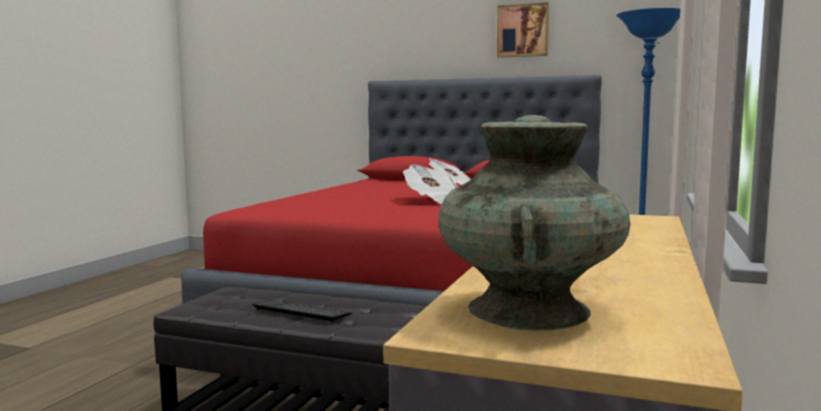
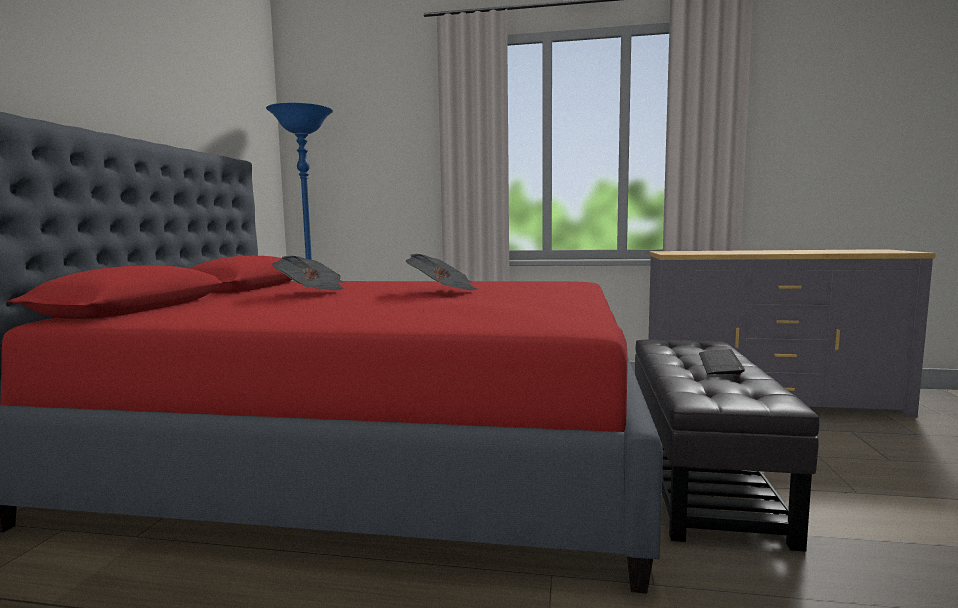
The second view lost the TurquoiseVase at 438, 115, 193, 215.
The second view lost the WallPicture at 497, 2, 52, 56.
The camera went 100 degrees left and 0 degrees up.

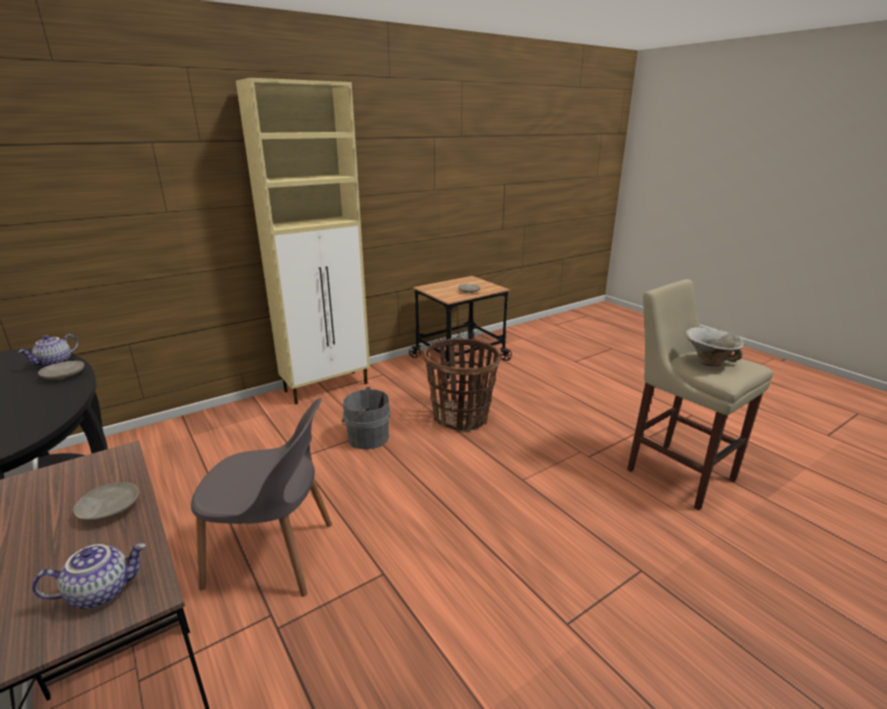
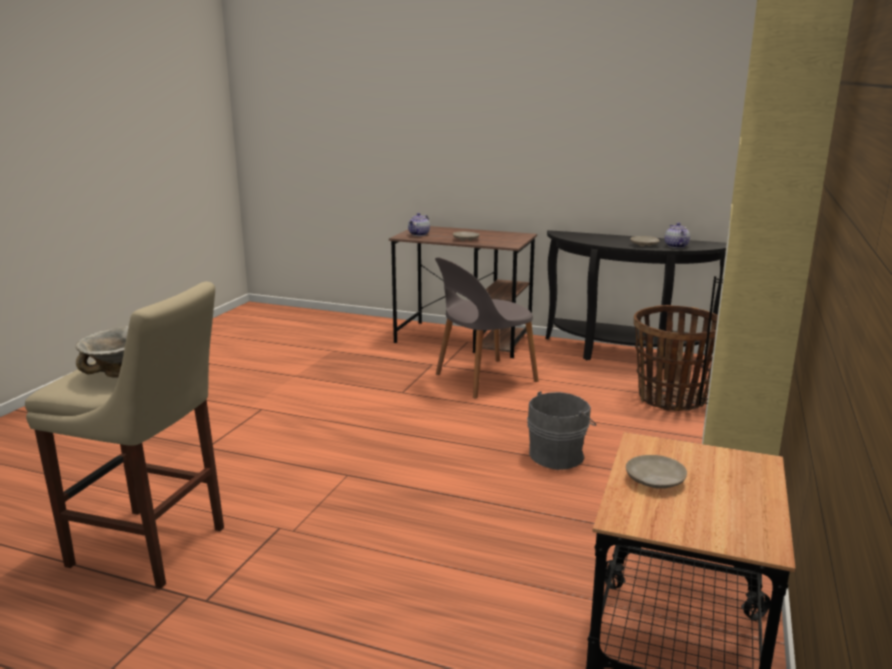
The StorageBasket ended up elsewhere, having gone from 424, 338, 76, 93 to 634, 305, 84, 106.
The camera went 145 degrees right and 5 degrees down.

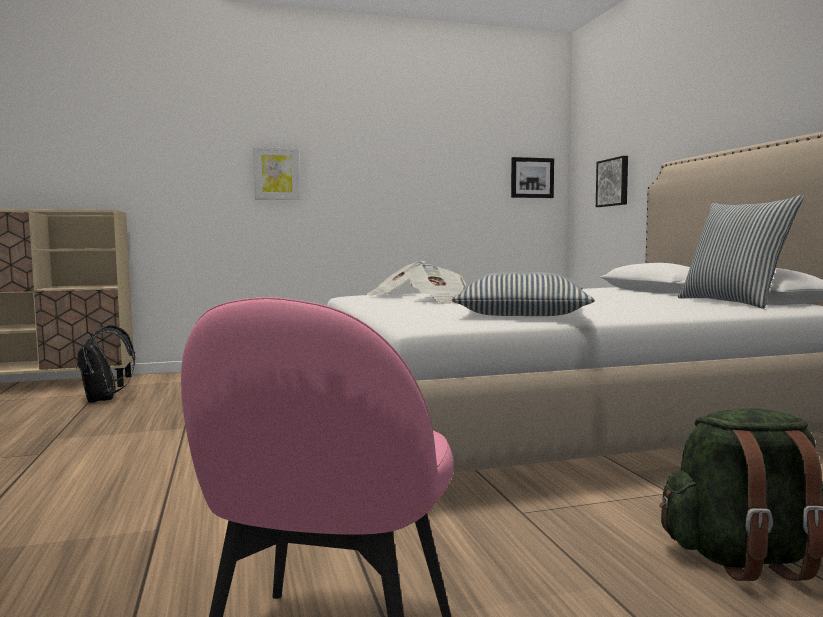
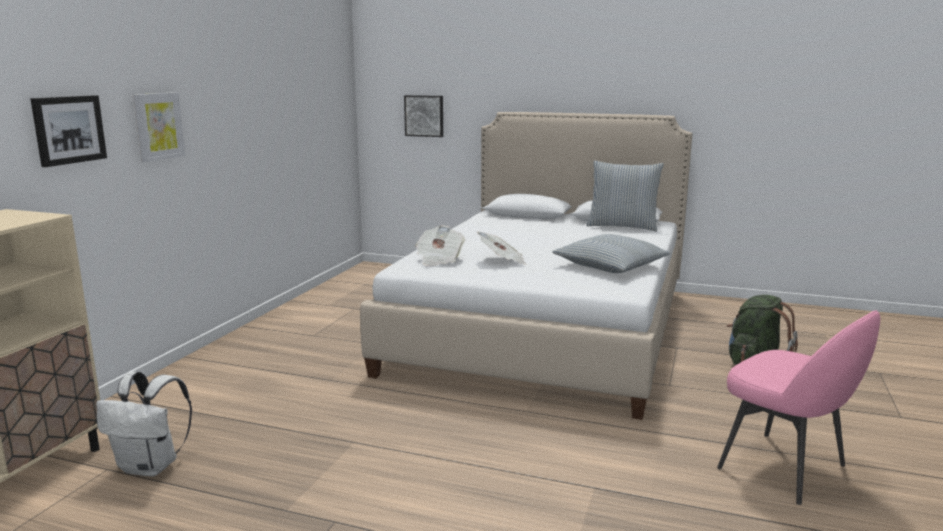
What was the BlackRucksack at 76, 325, 59, 78 turned into the WhiteColouredRucksack at 96, 372, 96, 105.
The WallPicture ended up elsewhere, having gone from 511, 157, 43, 41 to 30, 95, 77, 72.
The camera went 55 degrees left and 10 degrees up.

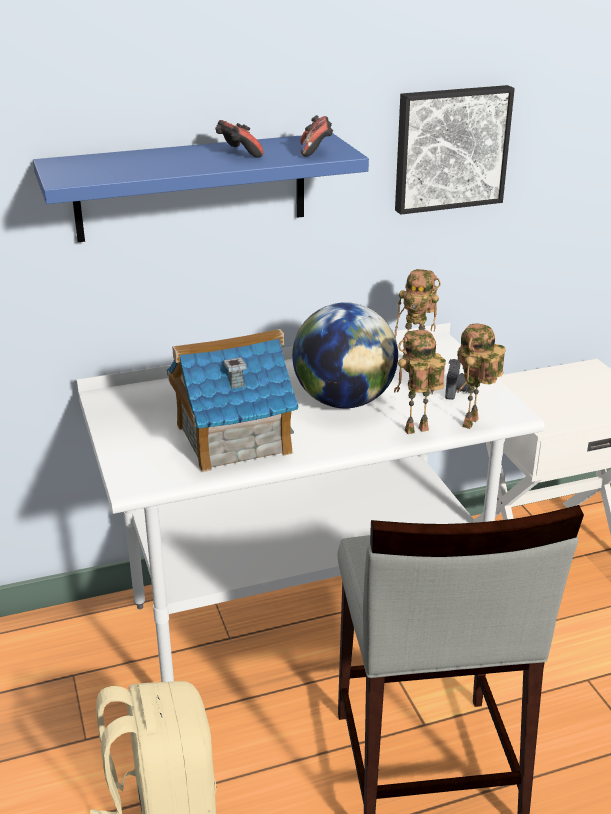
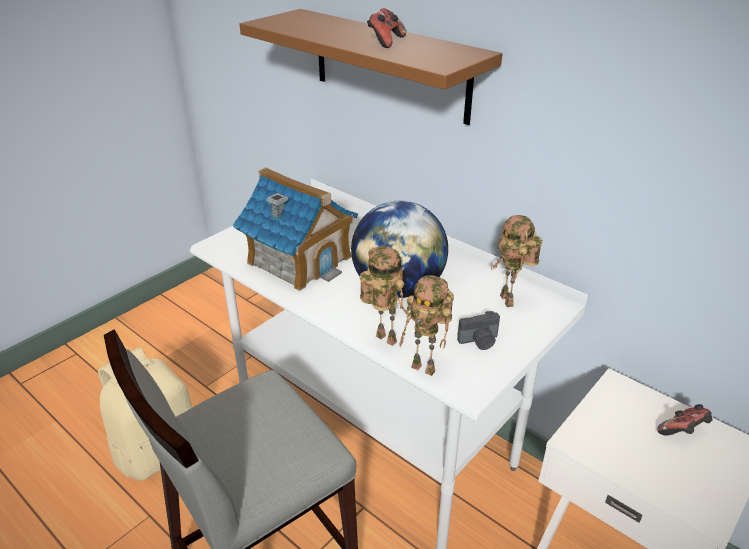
What was the BluishWallShelf at 33, 133, 336, 109 turned into the BrownishWallShelf at 239, 9, 263, 116.
The GameController ended up elsewhere, having gone from 300, 115, 33, 42 to 657, 404, 56, 31.
The second view lost the WallPicture at 395, 85, 120, 130.
The ToyRobot at 457, 323, 49, 106 ended up facing another way, 150 degrees counterclockwise from before.
The camera went 60 degrees right and 5 degrees up.

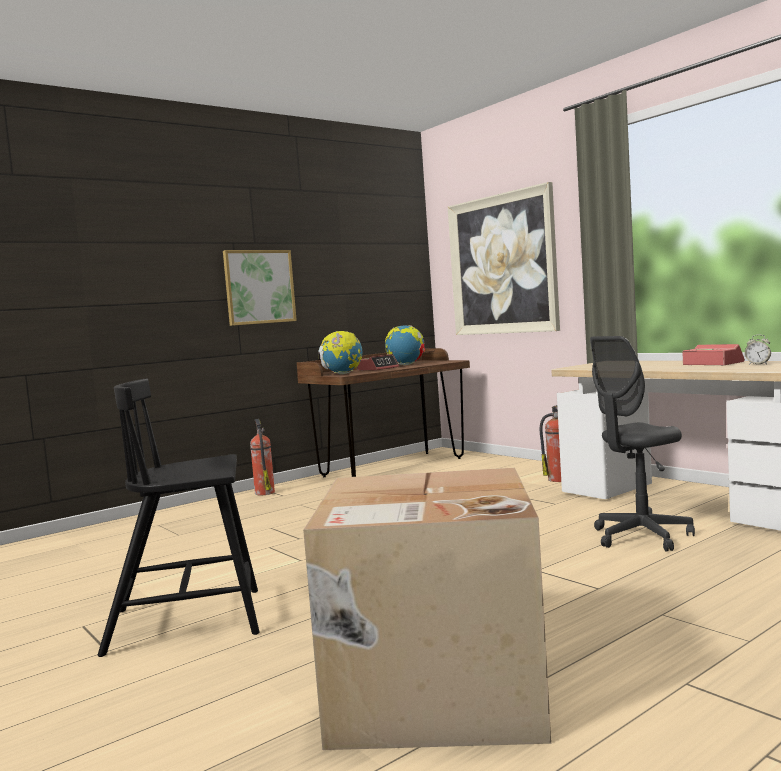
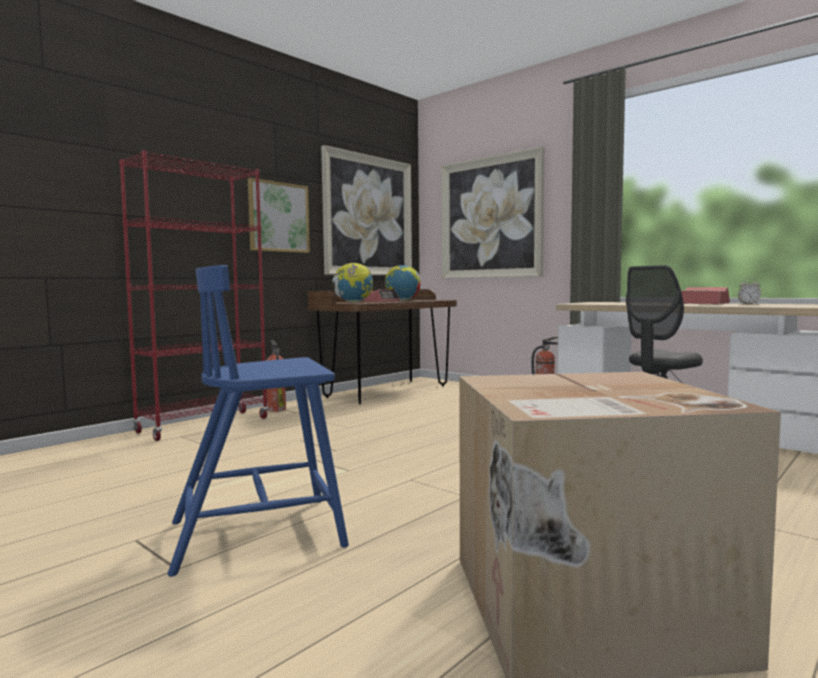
What was the BlackPlainChair at 98, 378, 161, 279 turned into the BluishPlainChair at 168, 265, 181, 312.
The second view gained the ReddishShelvingUnit at 119, 150, 149, 291.
The second view gained the WallPicture at 321, 145, 91, 130.
The camera went 10 degrees left and 0 degrees up.

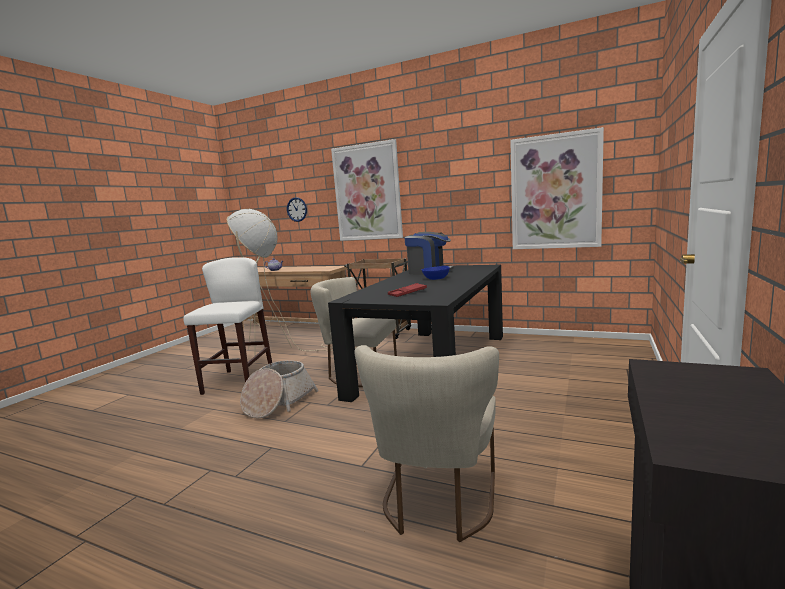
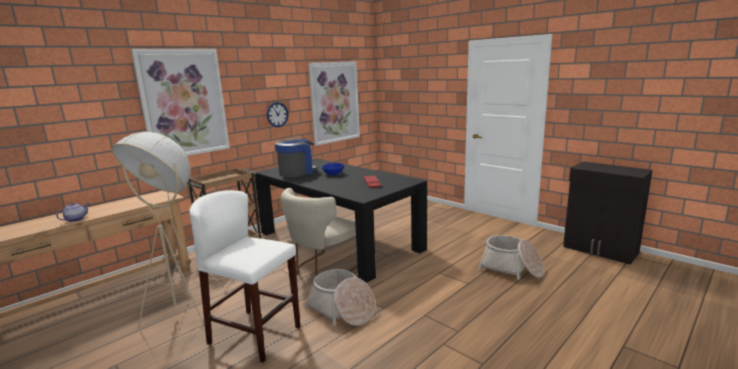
The HangingClock ended up elsewhere, having gone from 287, 197, 20, 25 to 267, 102, 21, 25.
Where the BeigePlainChair stood at 354, 345, 145, 197, the StorageBasket came to stand at 478, 235, 66, 45.
The camera went 70 degrees left and 5 degrees up.

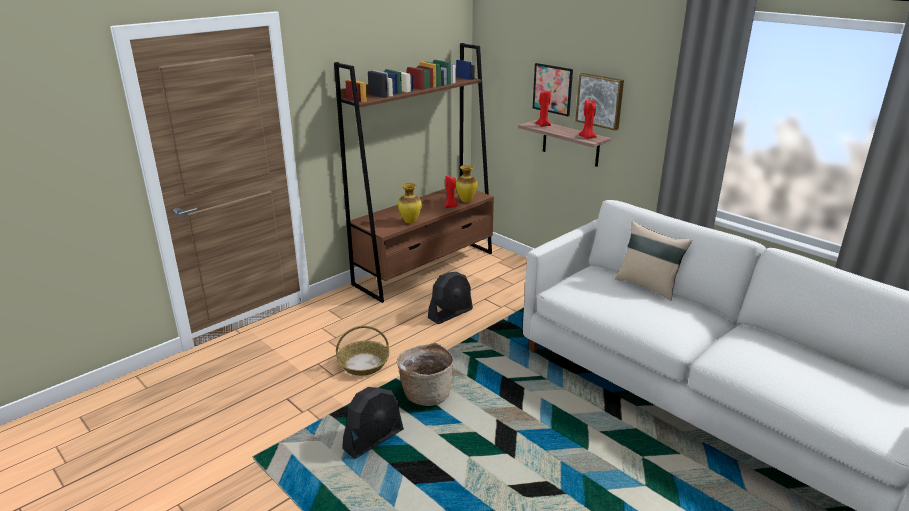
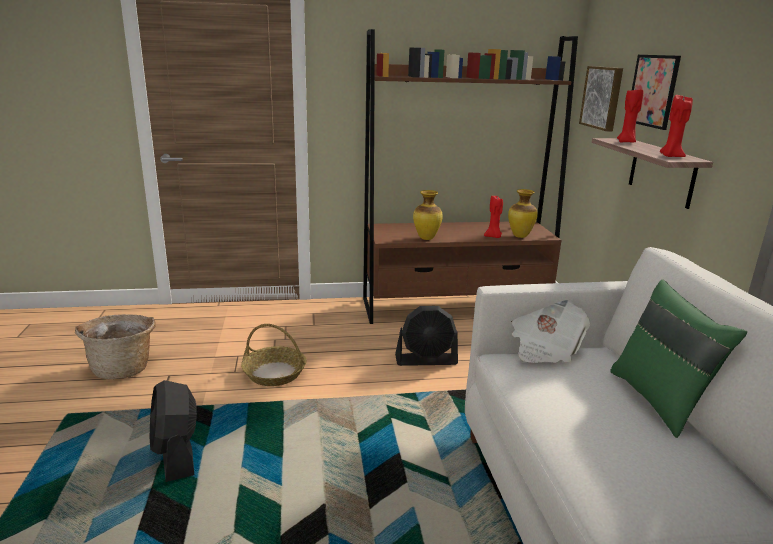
The BlackCoolingFan at 342, 387, 62, 72 ended up facing another way, 75 degrees clockwise from before.
The StorageBasket ended up elsewhere, having gone from 397, 343, 57, 63 to 75, 314, 81, 65.
The WallPicture ended up elsewhere, having gone from 575, 73, 49, 57 to 579, 66, 44, 65.
What was the BeigeCushion at 615, 221, 77, 80 turned into the GreenCushion at 610, 279, 137, 159.
The second view gained the Newspaper at 511, 300, 79, 63.
The camera went 35 degrees right and 5 degrees down.

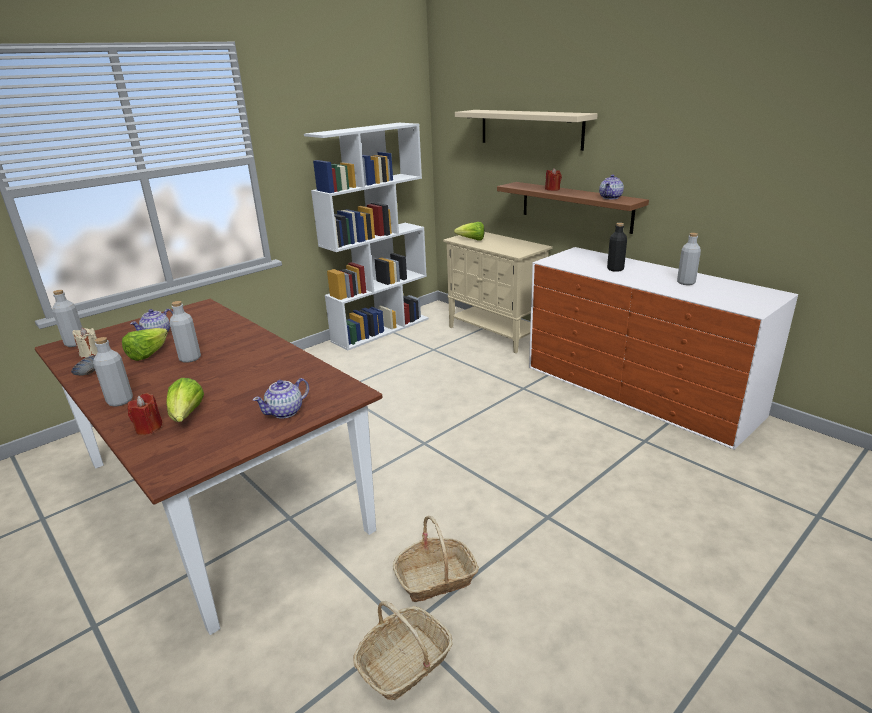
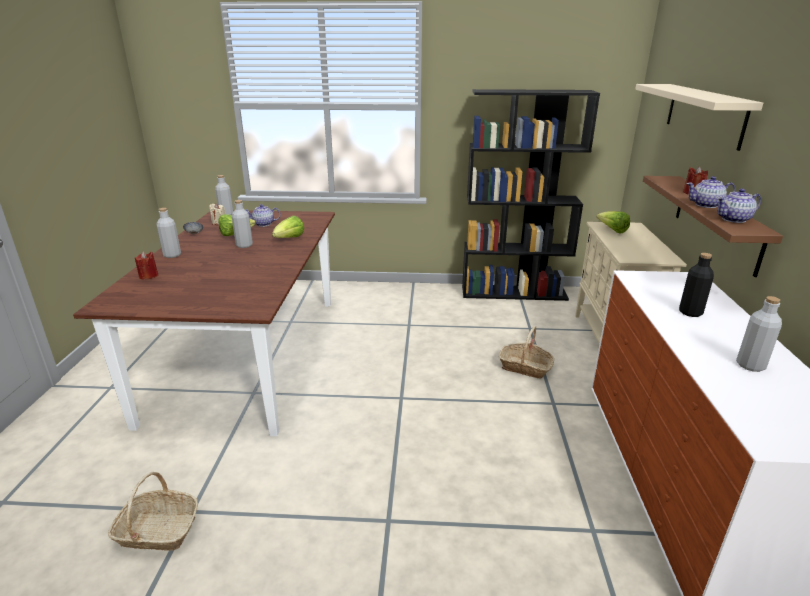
The LettuceHead ended up elsewhere, having gone from 166, 378, 38, 44 to 272, 216, 32, 22.
The PotForTea ended up elsewhere, having gone from 253, 378, 56, 41 to 686, 176, 50, 32.
What was the WhiteColouredShelvingUnit at 304, 123, 125, 228 turned into the BlackShelvingUnit at 462, 89, 138, 212.
The StorageBasket ended up elsewhere, having gone from 393, 516, 86, 86 to 499, 326, 55, 53.
The camera went 45 degrees right and 0 degrees up.

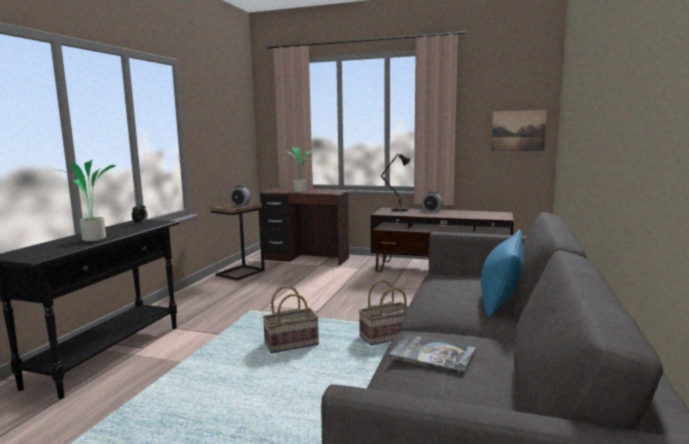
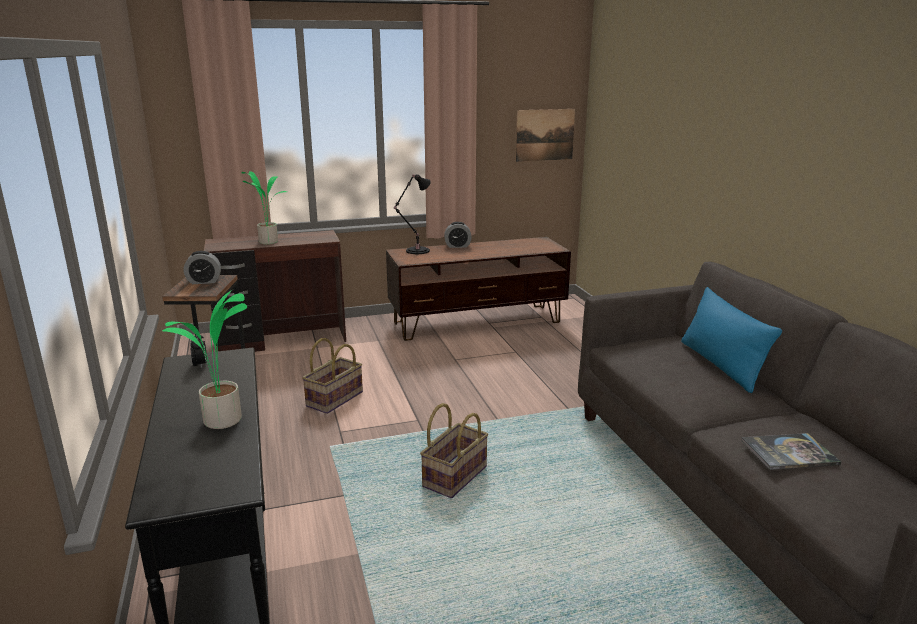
The StorageBasket ended up elsewhere, having gone from 359, 280, 49, 66 to 302, 338, 61, 76.
The camera went 35 degrees left and 10 degrees up.

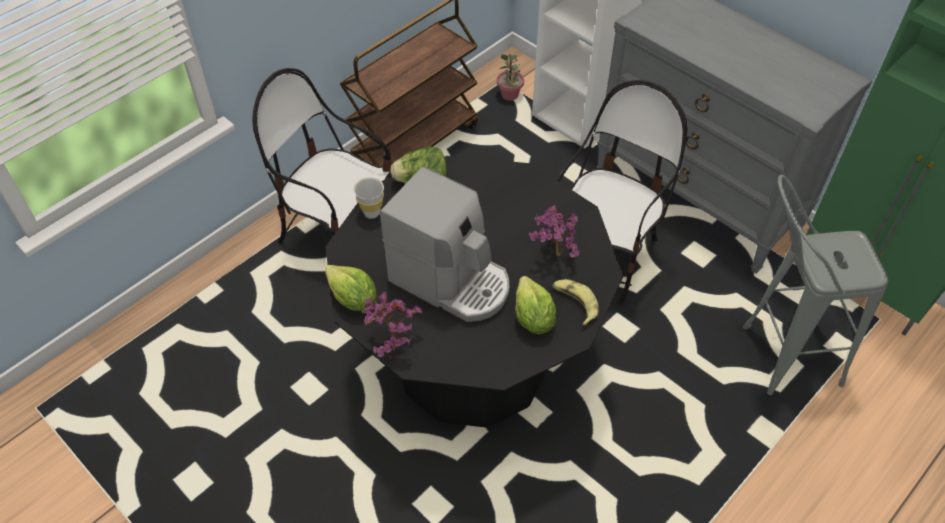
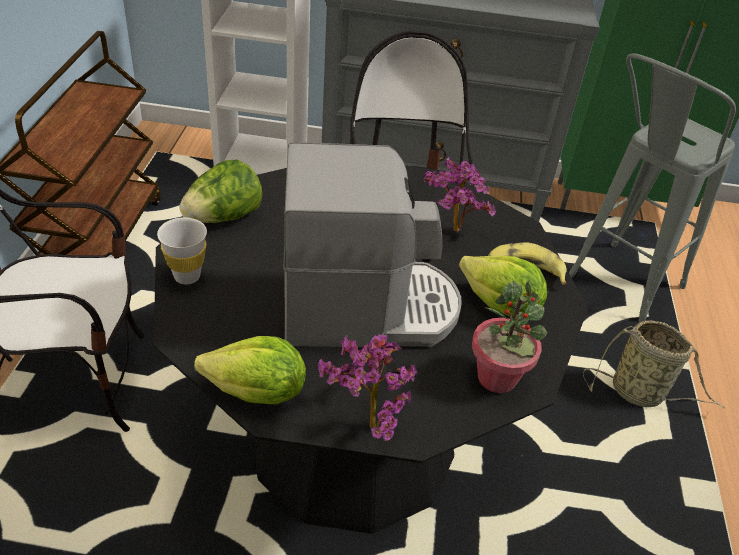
The PottedPlant ended up elsewhere, having gone from 497, 53, 27, 48 to 472, 281, 75, 112.
The second view gained the StorageBasket at 583, 320, 143, 89.
The camera went 40 degrees left and 10 degrees down.

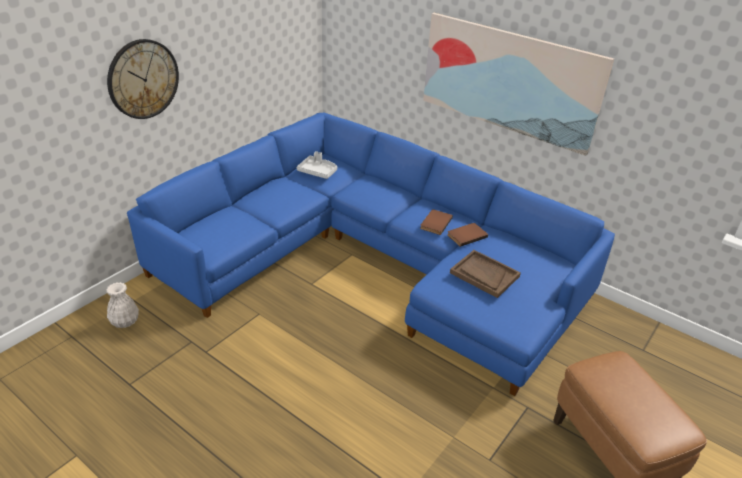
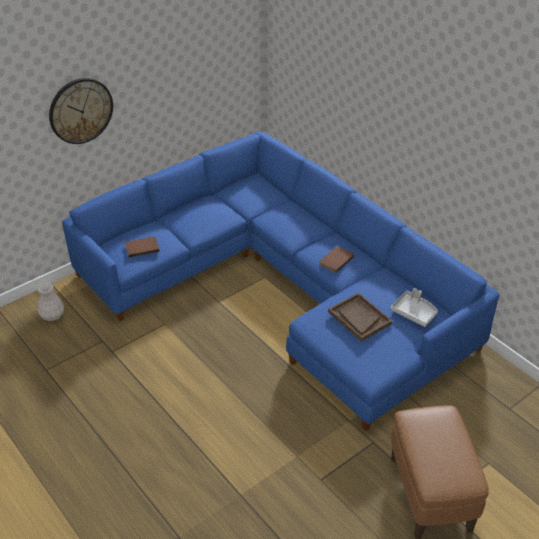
The GrayServingTray ended up elsewhere, having gone from 297, 151, 40, 28 to 391, 288, 47, 39.
The second view lost the WallPicture at 423, 13, 191, 143.
The BrownishVolume ended up elsewhere, having gone from 447, 223, 41, 24 to 125, 237, 35, 21.
The camera went 15 degrees right and 5 degrees up.

